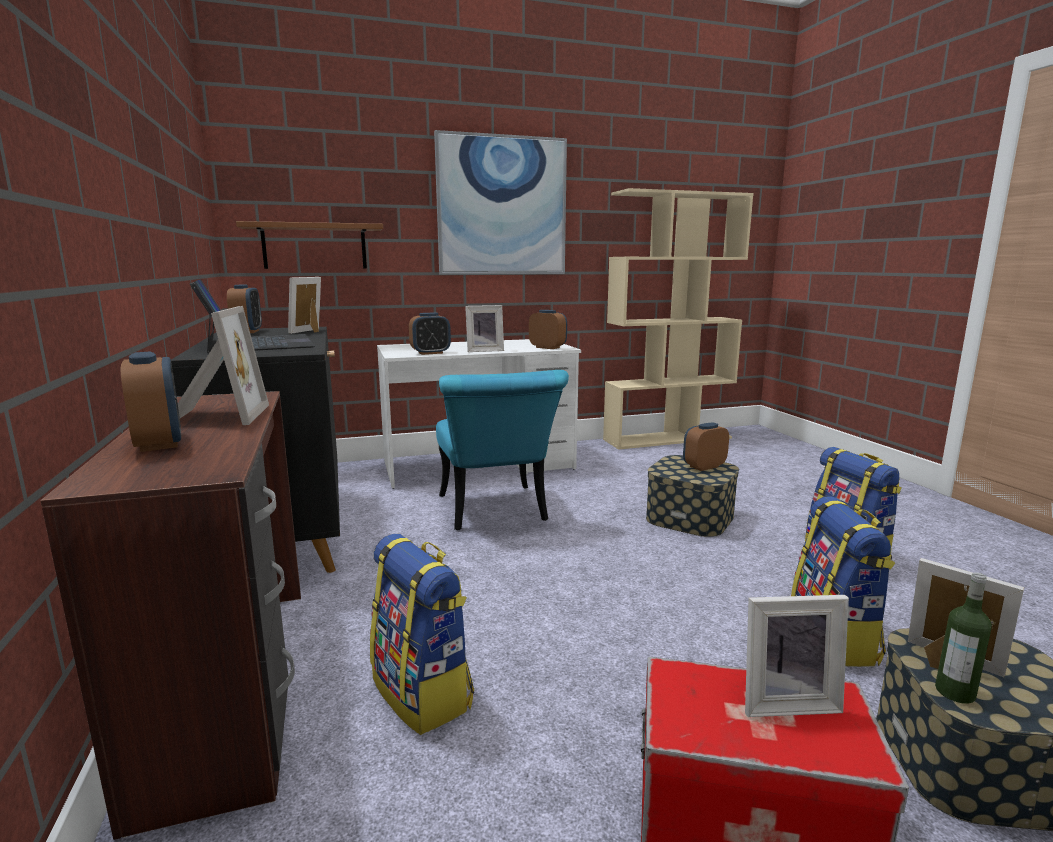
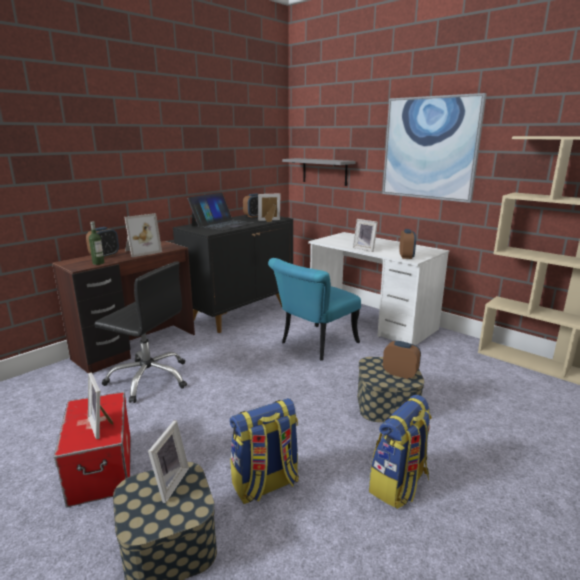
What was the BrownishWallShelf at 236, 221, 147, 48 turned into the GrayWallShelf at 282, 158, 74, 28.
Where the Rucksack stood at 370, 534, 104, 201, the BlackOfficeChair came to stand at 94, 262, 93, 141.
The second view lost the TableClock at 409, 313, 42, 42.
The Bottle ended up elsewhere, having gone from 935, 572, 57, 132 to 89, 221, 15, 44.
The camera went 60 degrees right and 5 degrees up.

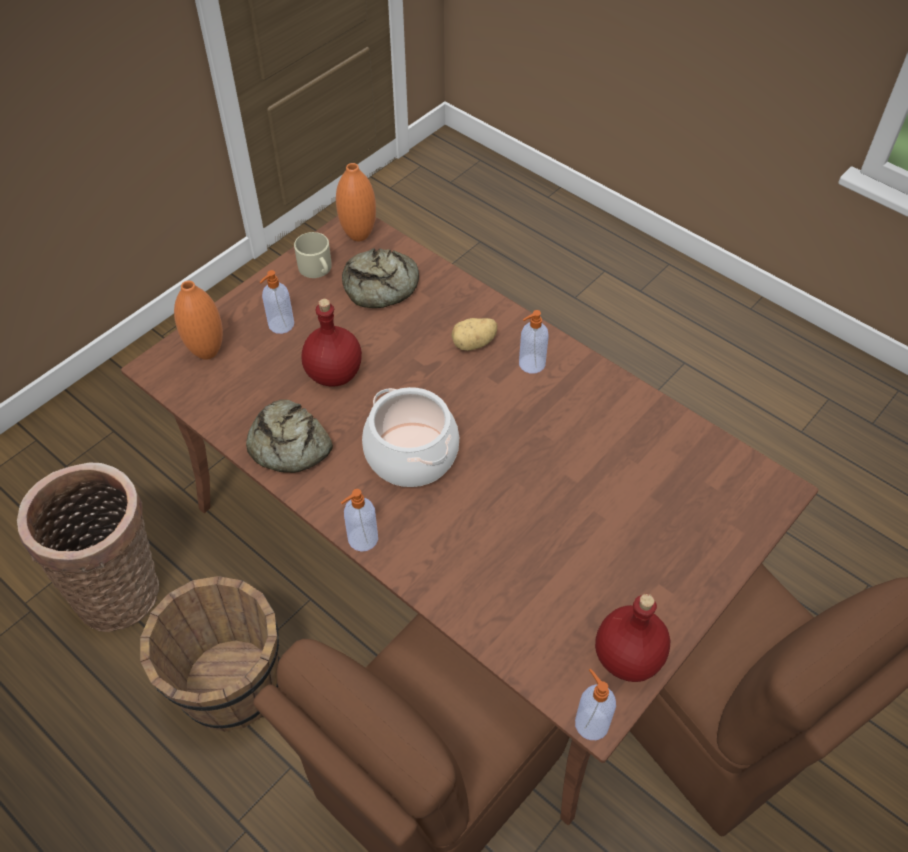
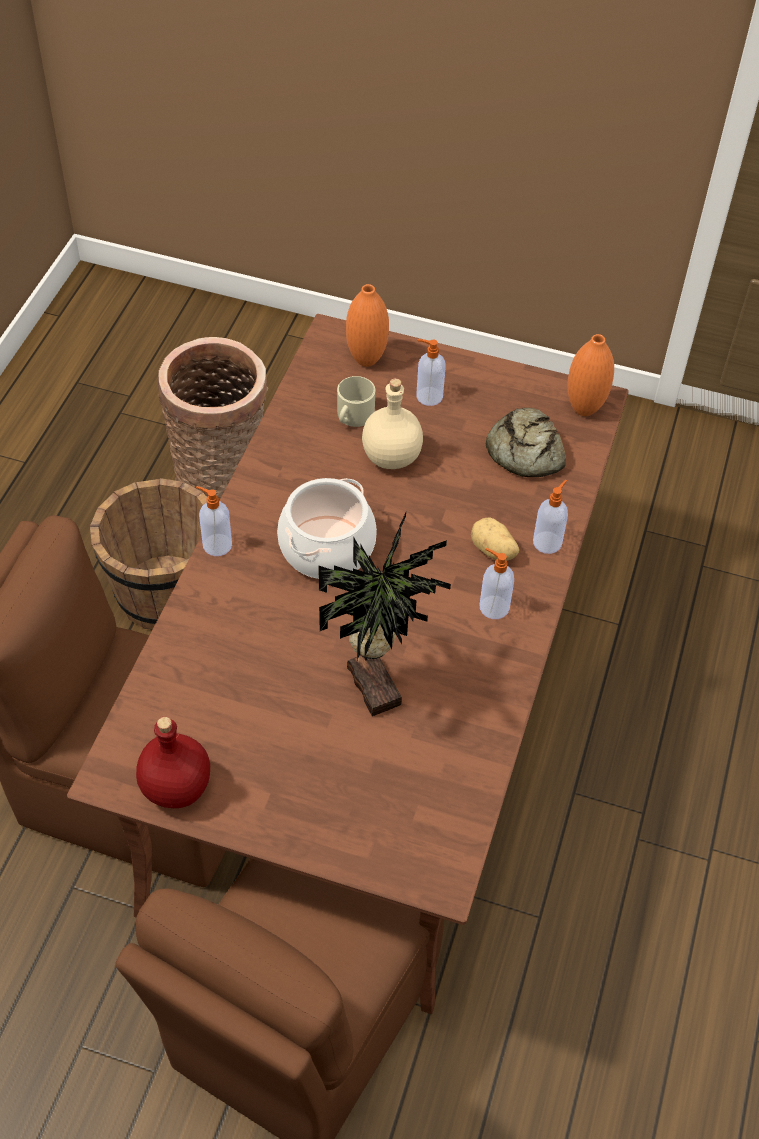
The second view lost the BakedBread at 246, 400, 87, 73.
The BeigeCoffeeMug ended up elsewhere, having gone from 294, 232, 38, 46 to 337, 376, 38, 51.
What was the ReddishBottle at 301, 299, 61, 88 turned into the BeigeBottle at 362, 378, 61, 91.
The SoapDispenser ended up elsewhere, having gone from 575, 669, 41, 71 to 533, 480, 35, 74.
The second view gained the PottedPlant at 318, 513, 133, 203.
The camera went 65 degrees right and 0 degrees up.

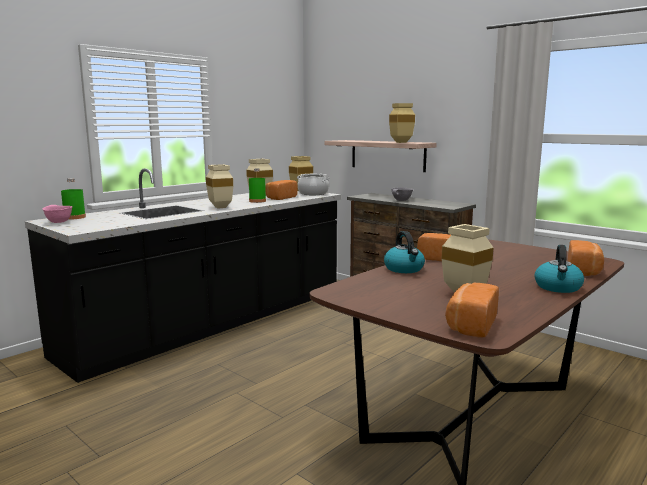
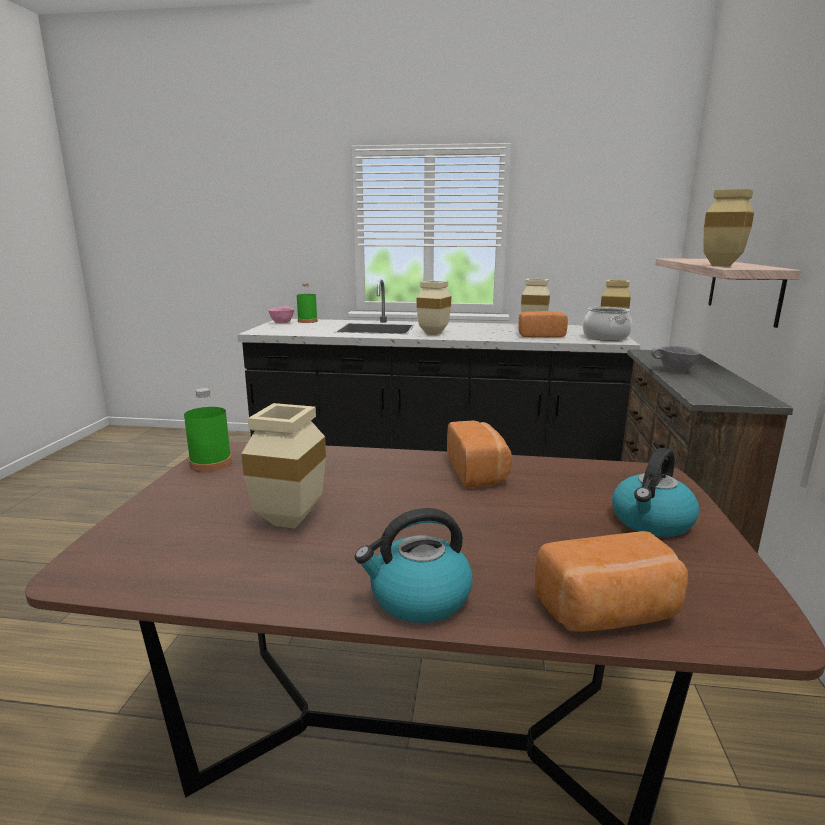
The GreenBottle ended up elsewhere, having gone from 249, 169, 17, 34 to 184, 388, 48, 84.
The WaterKettle ended up elsewhere, having gone from 384, 231, 41, 42 to 612, 448, 88, 89.
The second view lost the BakedBread at 445, 283, 54, 55.
The camera went 55 degrees right and 5 degrees up.

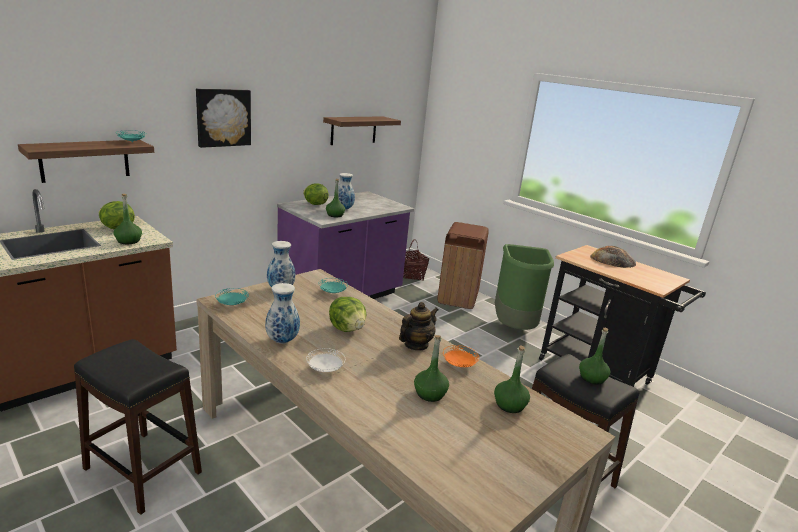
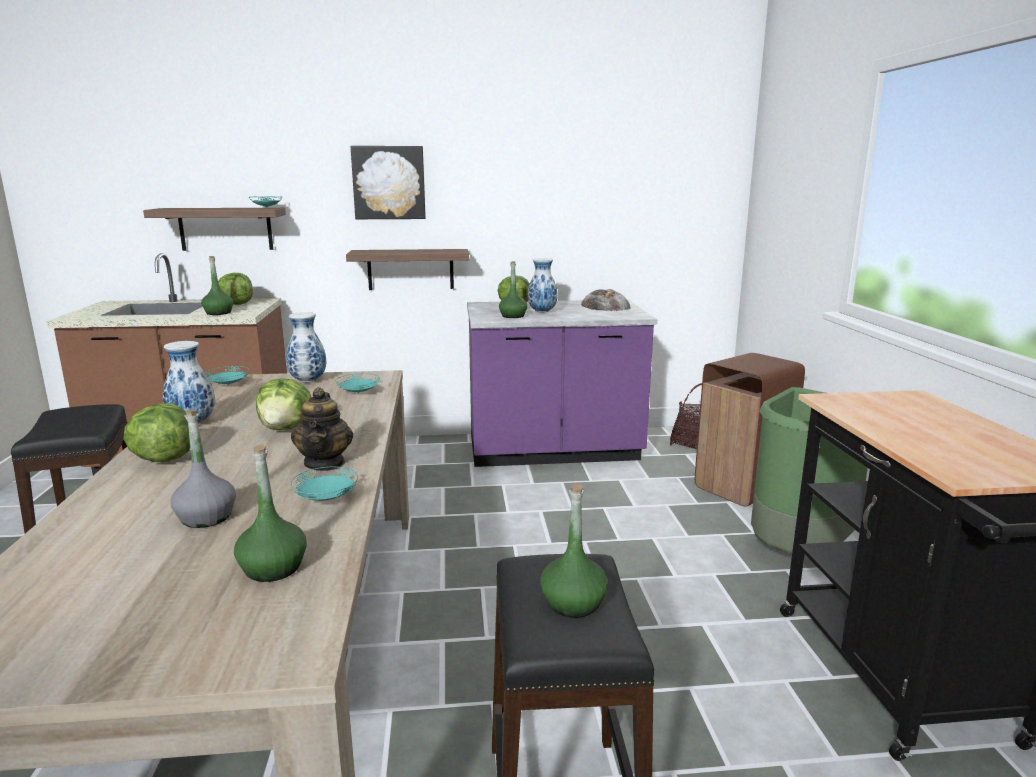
Where the WhiteColouredPlate stood at 306, 348, 39, 24, the LettuceHead came to stand at 123, 404, 67, 58.
The WallShelf ended up elsewhere, having gone from 323, 116, 78, 29 to 346, 249, 123, 41.
The PotForTea at 399, 302, 40, 48 ended up facing another way, 90 degrees clockwise from before.
What was the GreenBottle at 414, 335, 35, 67 turned into the GrayBottle at 171, 410, 65, 118.
What was the OrangePlate at 443, 345, 36, 22 turned into the TurquoisePlate at 290, 467, 68, 34.
The BakedBread ended up elsewhere, having gone from 590, 246, 46, 22 to 581, 289, 50, 22.
The camera went 40 degrees right and 5 degrees down.

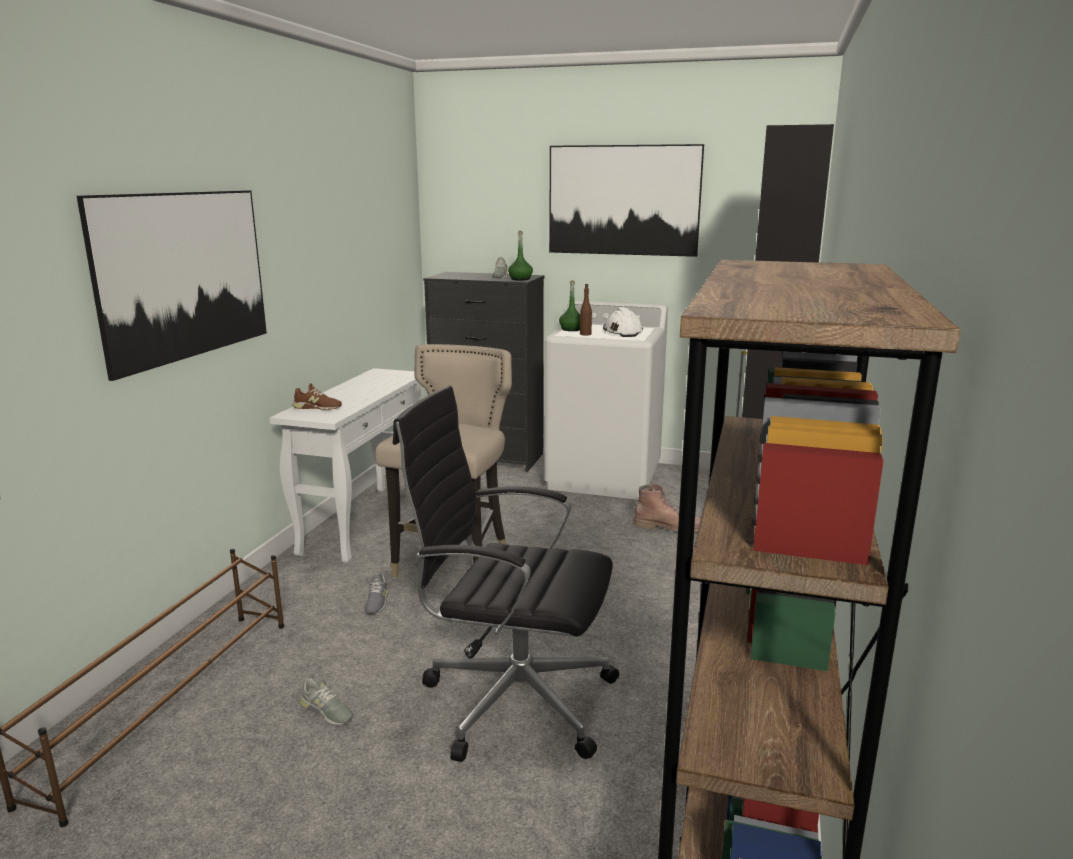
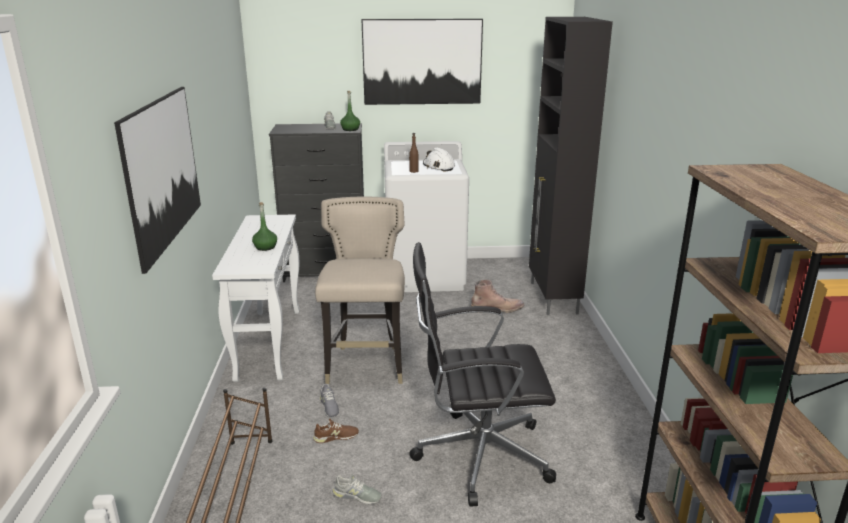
The BrownishItemOfFootwear ended up elsewhere, having gone from 292, 384, 50, 26 to 313, 419, 46, 24.
The GreenBottle ended up elsewhere, having gone from 559, 280, 21, 51 to 252, 202, 25, 49.
The camera went 20 degrees left and 5 degrees up.

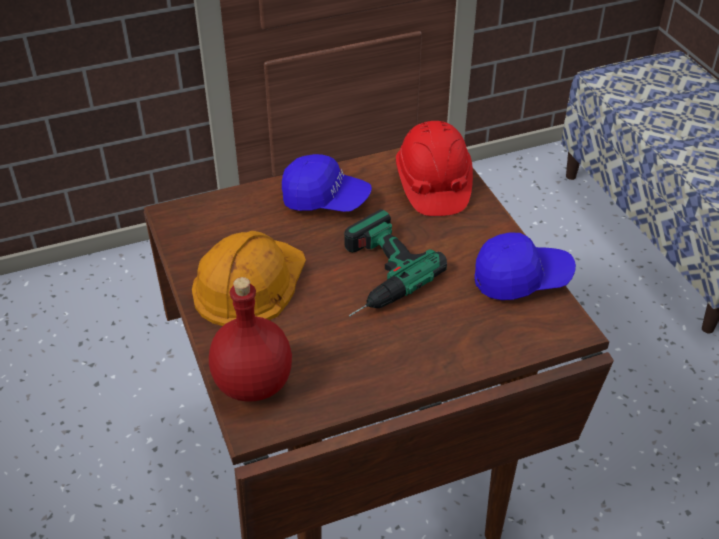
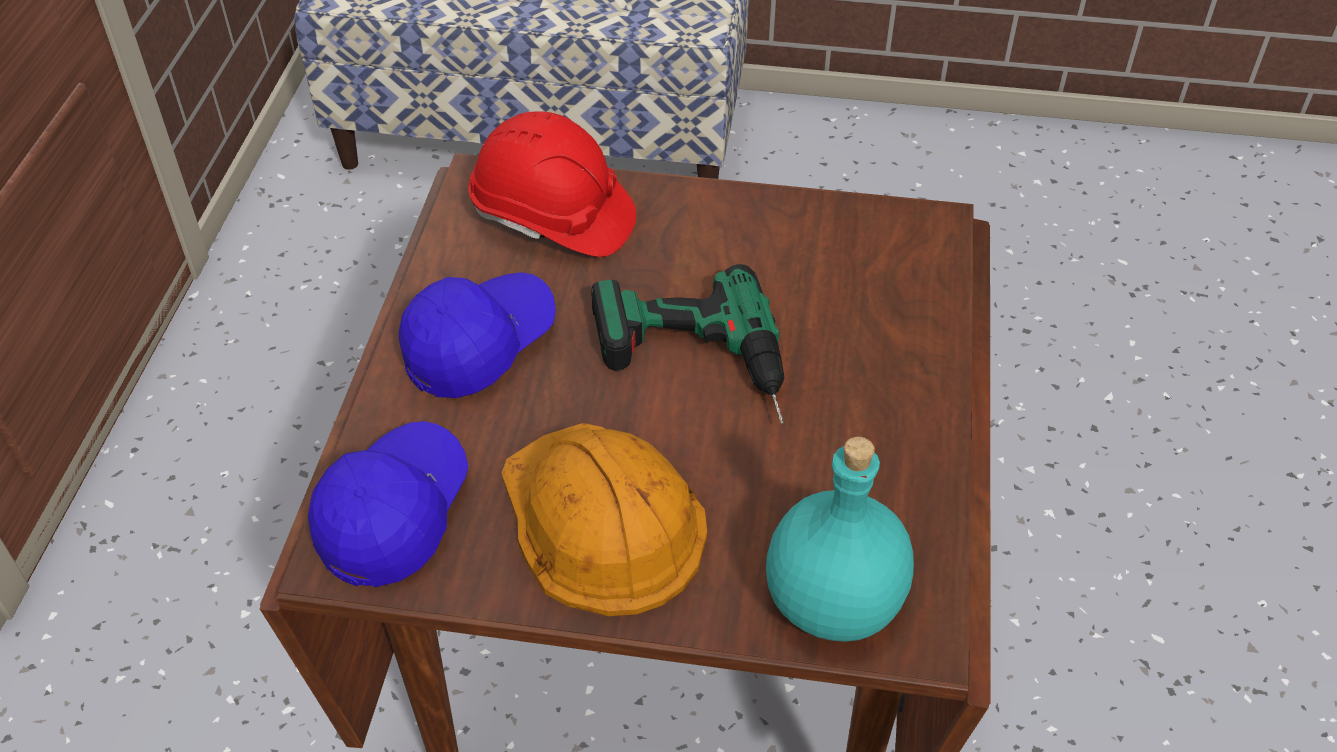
What was the ReddishBottle at 209, 277, 83, 125 turned into the TurquoiseBottle at 766, 436, 148, 206.
The BluishCap ended up elsewhere, having gone from 474, 233, 102, 67 to 308, 421, 160, 166.
The camera went 60 degrees left and 5 degrees up.

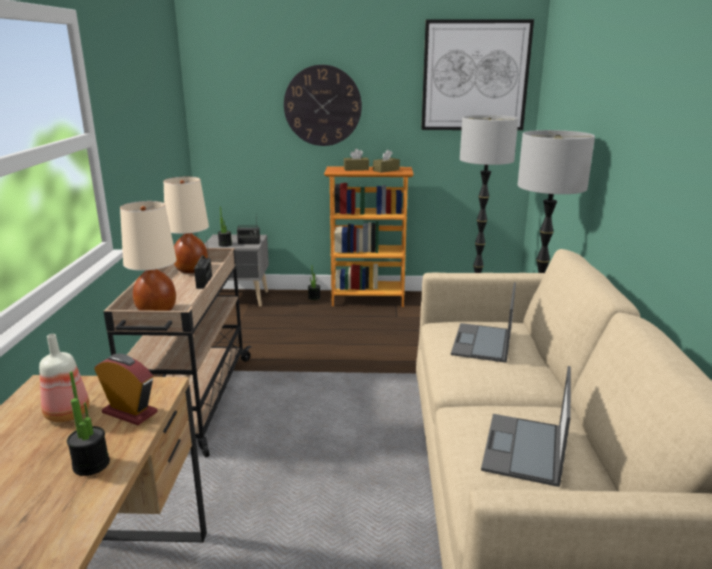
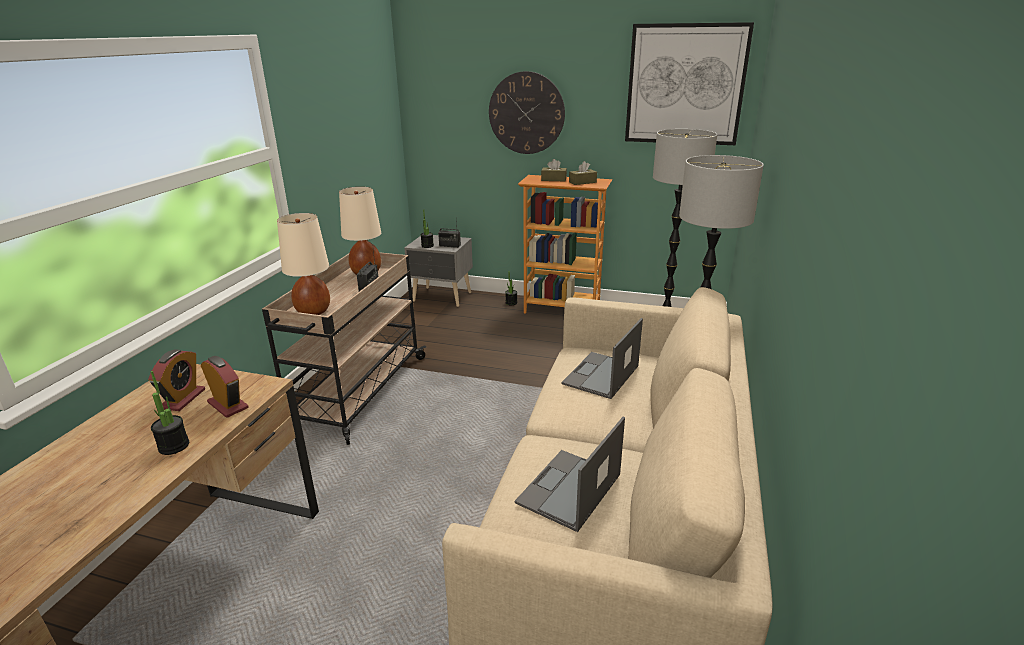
Where the Bottle stood at 39, 334, 51, 88, the TableClock came to stand at 148, 349, 57, 62.
The camera went 15 degrees right and 5 degrees up.

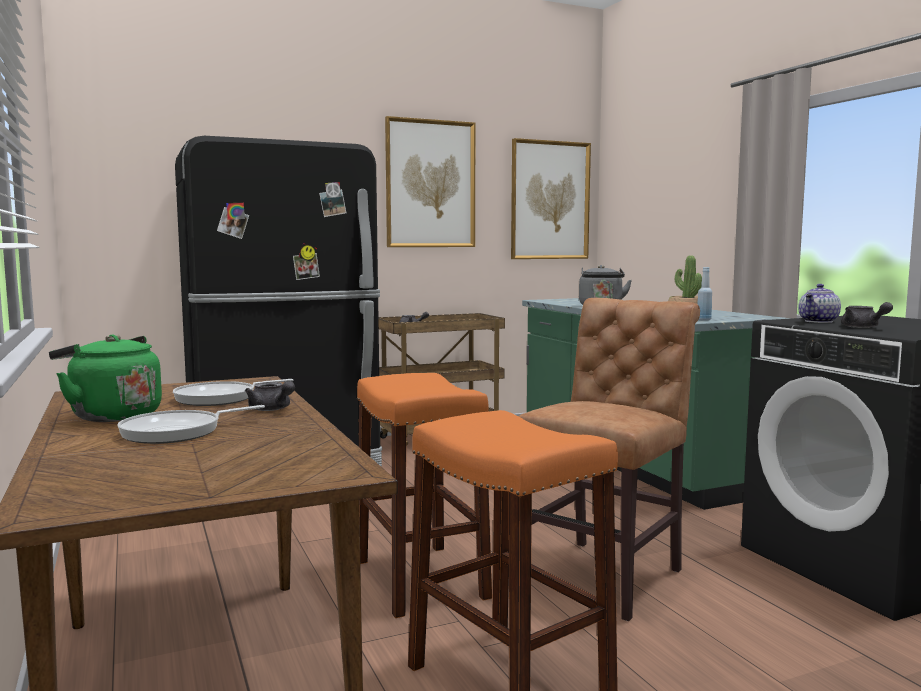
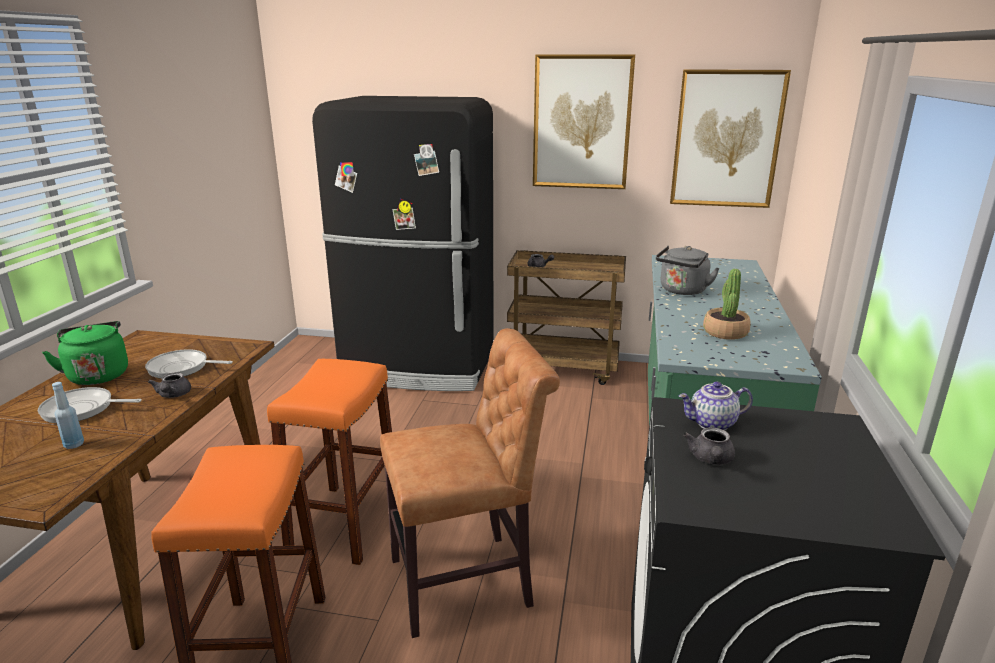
The BluishBottle ended up elsewhere, having gone from 697, 267, 15, 54 to 52, 382, 32, 67.
The camera went 35 degrees right and 15 degrees up.

